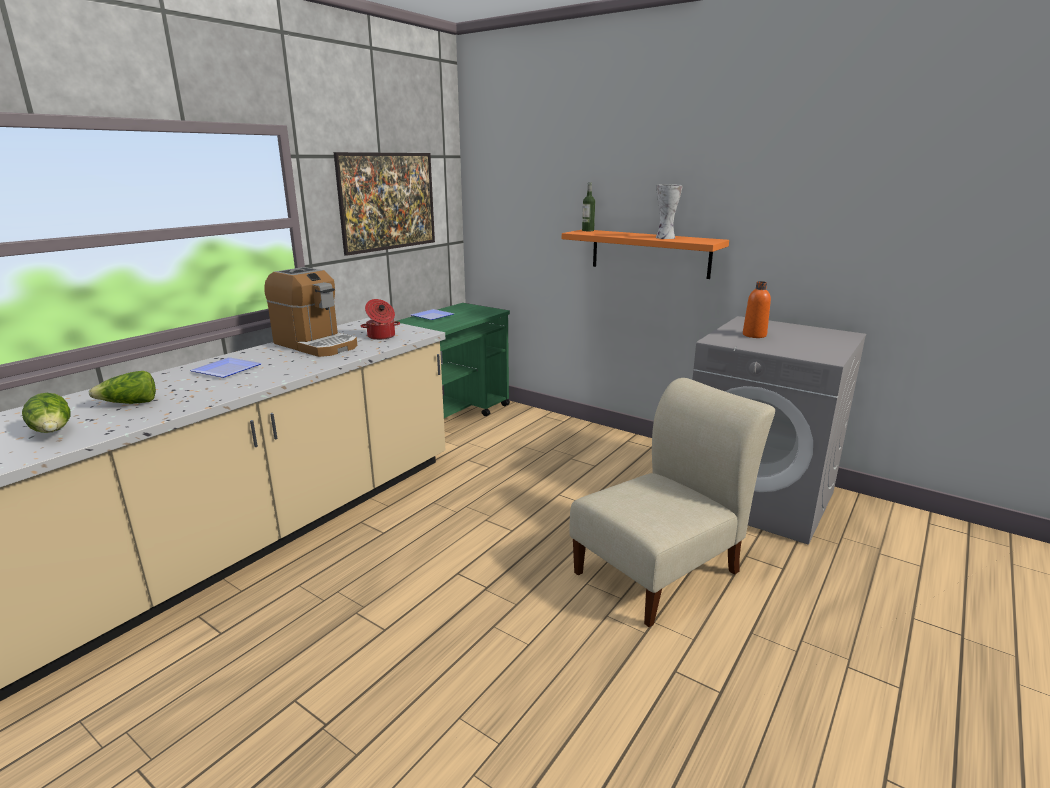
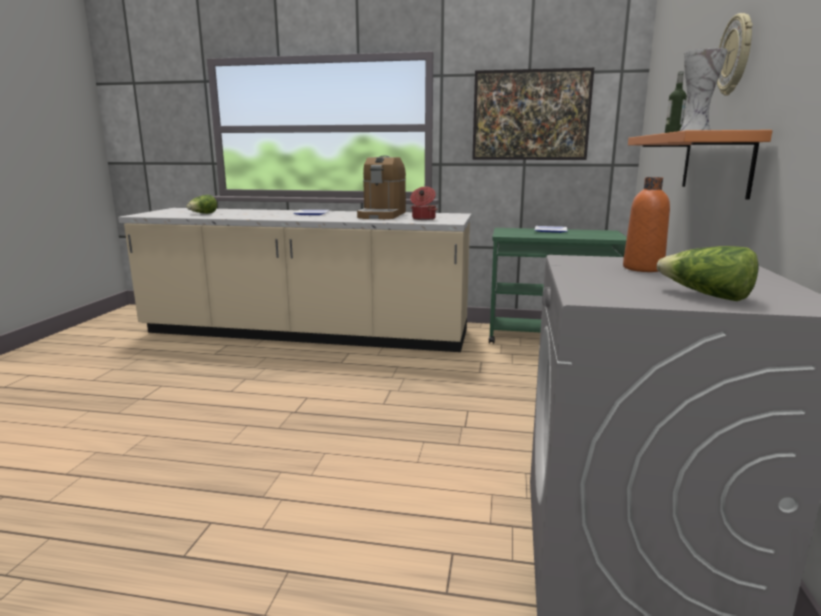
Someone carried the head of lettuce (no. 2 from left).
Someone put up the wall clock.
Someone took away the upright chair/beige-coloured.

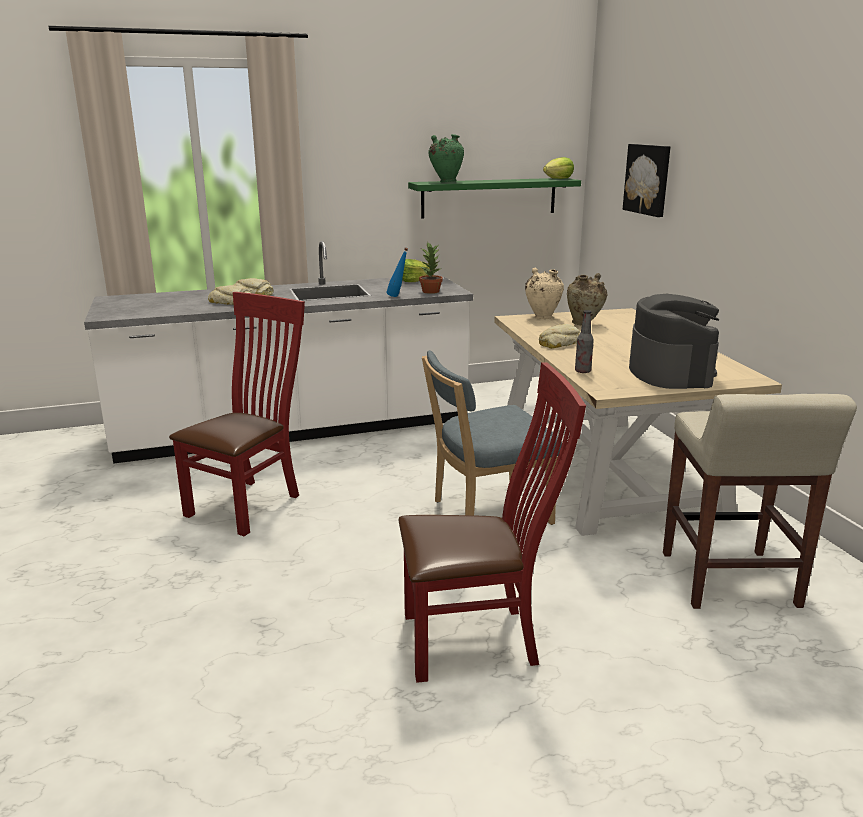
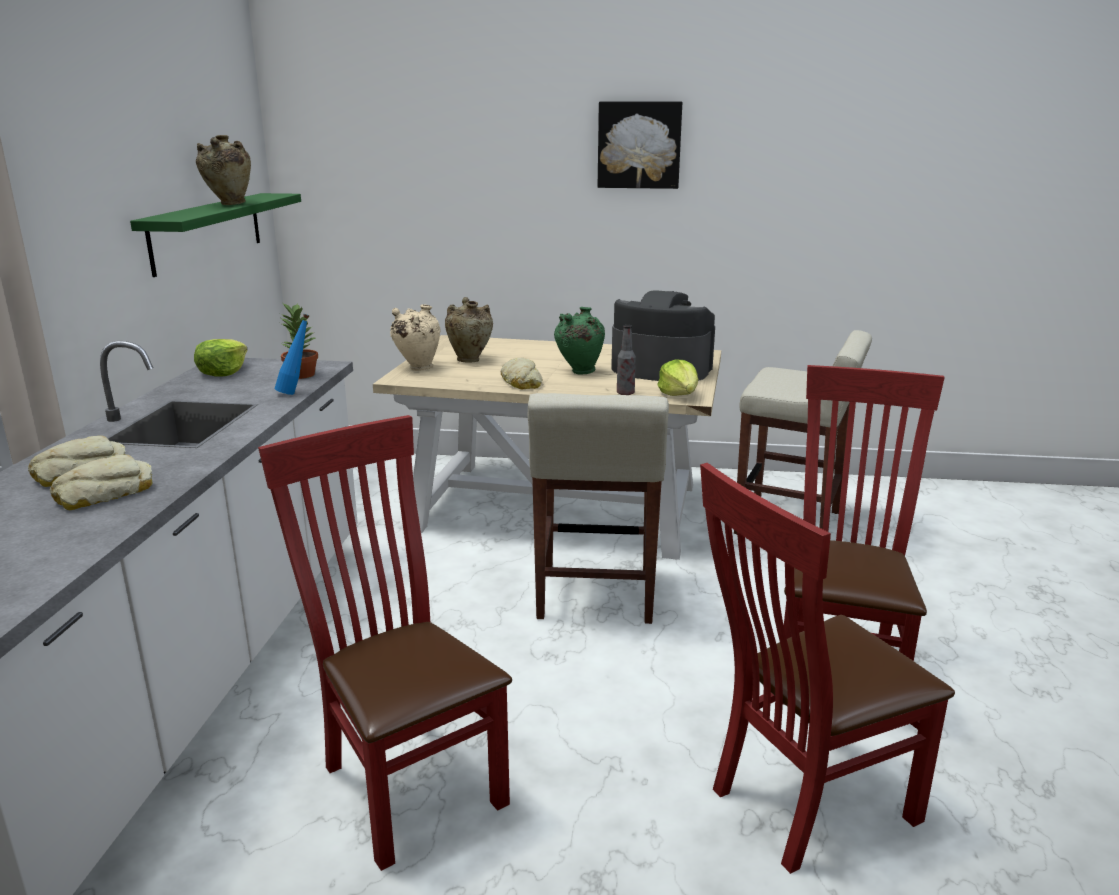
Someone put down the decorative vase/beige-coloured (no. 1 from left).
Someone swapped the upright chair/blue for the stool/beige-coloured (no. 1 from left).
Someone carried the decorative vase/greenish.
Someone carried the wall picture.
Someone carried the head of lettuce (no. 2 from left).
Someone put down the upright chair/red-coloured (no. 2 from left).

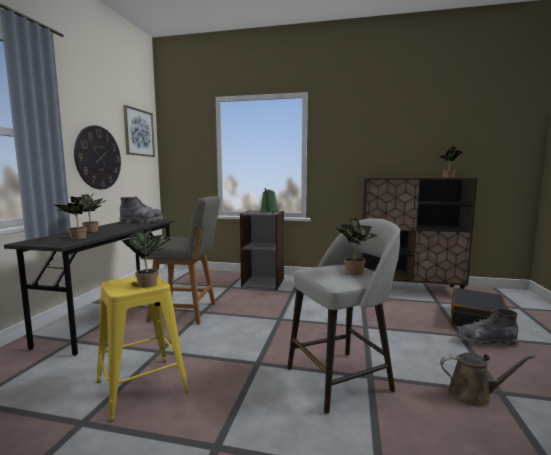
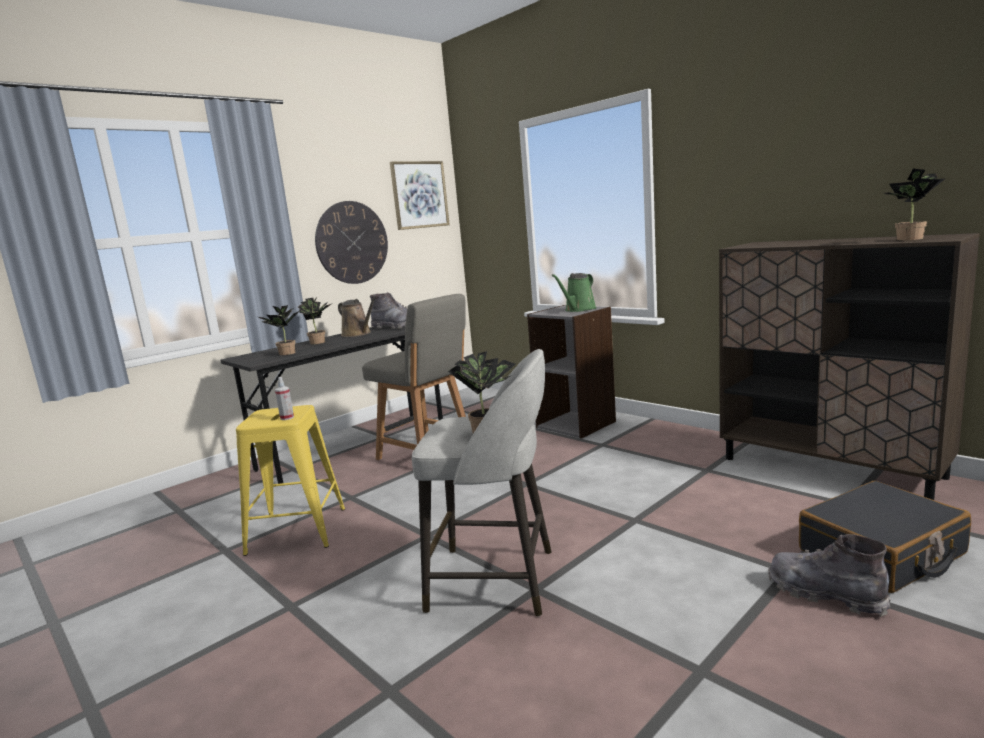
Someone swapped the potted plant (no. 3 from left) for the spray bottle.
Someone carried the watering pot/brownish.

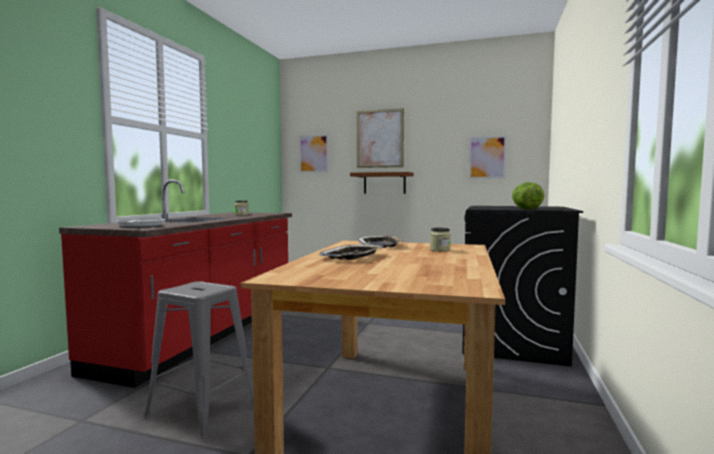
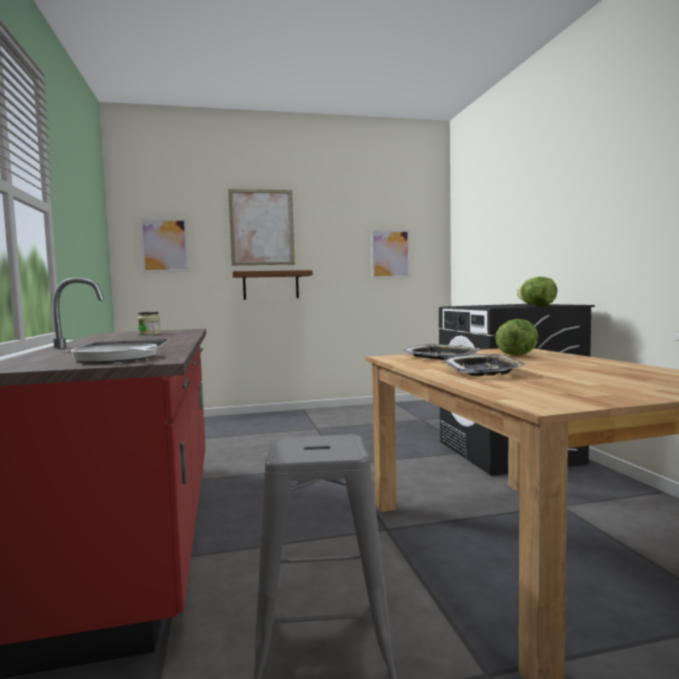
Someone swapped the jar (no. 2 from left) for the head of lettuce (no. 1 from left).

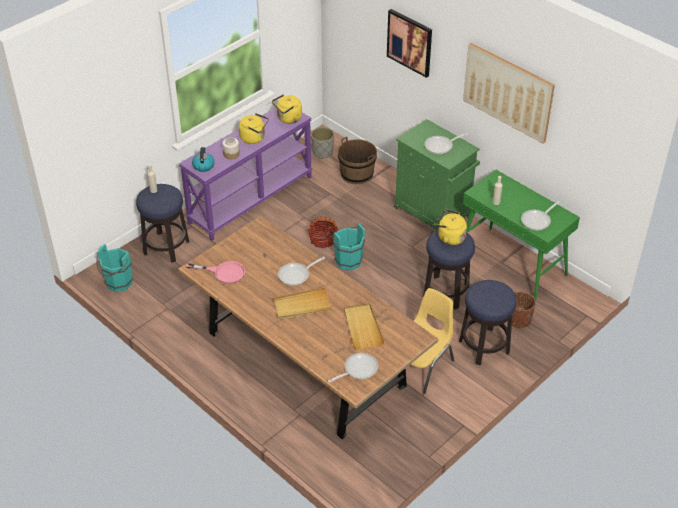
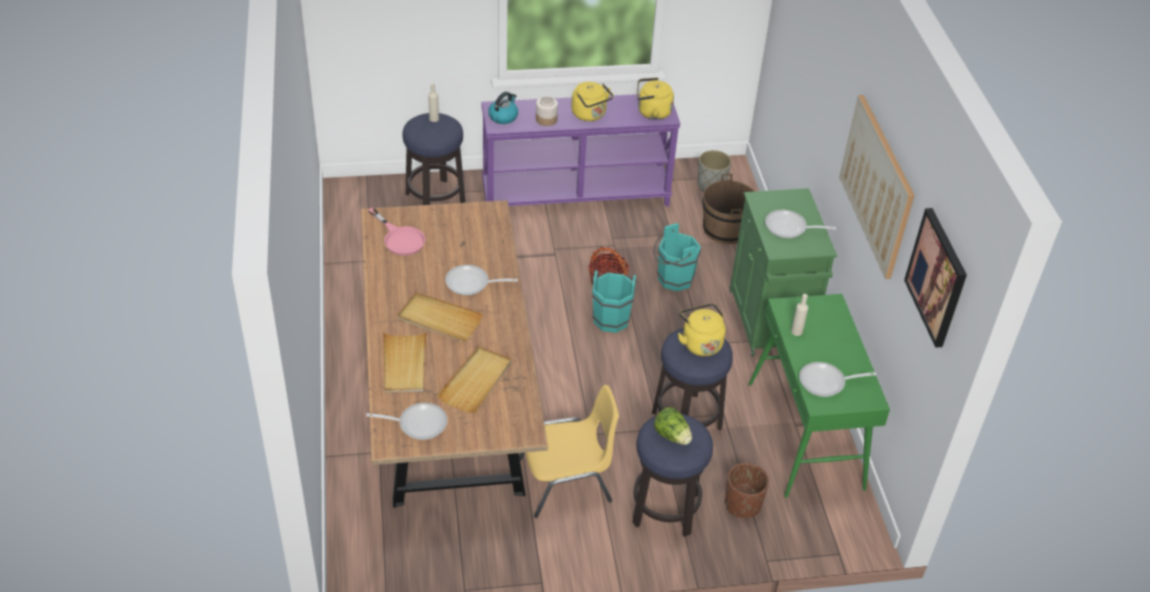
Someone put down the serving tray/beige-coloured (no. 1 from left).
Someone carried the water bucket/turquoise (no. 1 from left in the first image).
Someone put down the head of lettuce.
Someone carried the wall picture (no. 1 from left in the first image).

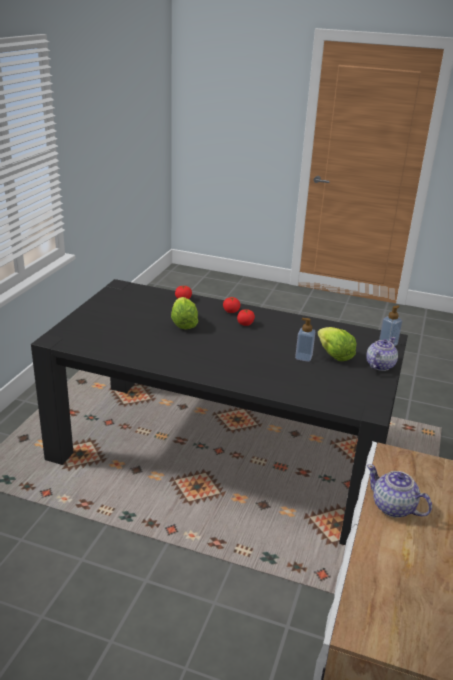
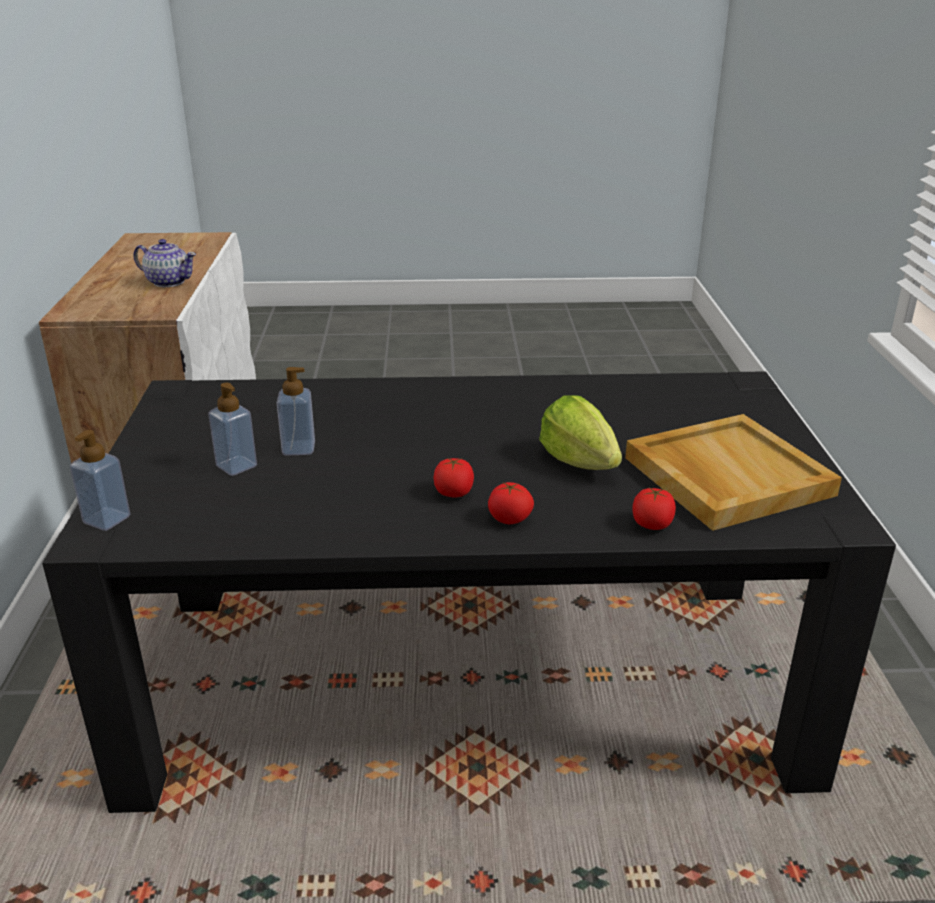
Someone swapped the head of lettuce (no. 2 from left) for the soap dispenser (no. 2 from left).
Someone put down the serving tray/beige-coloured.
Someone took away the pot for tea (no. 1 from left).

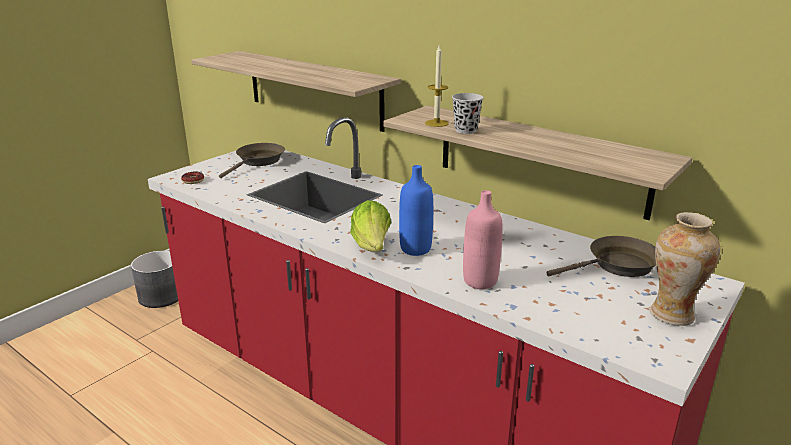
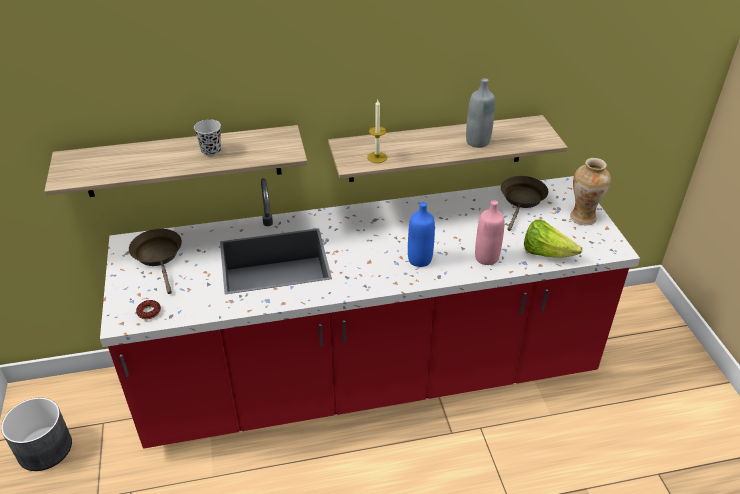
Someone carried the drinking cup/black-coloured.
Someone put down the beverage bottle/gray.
Someone carried the head of lettuce.

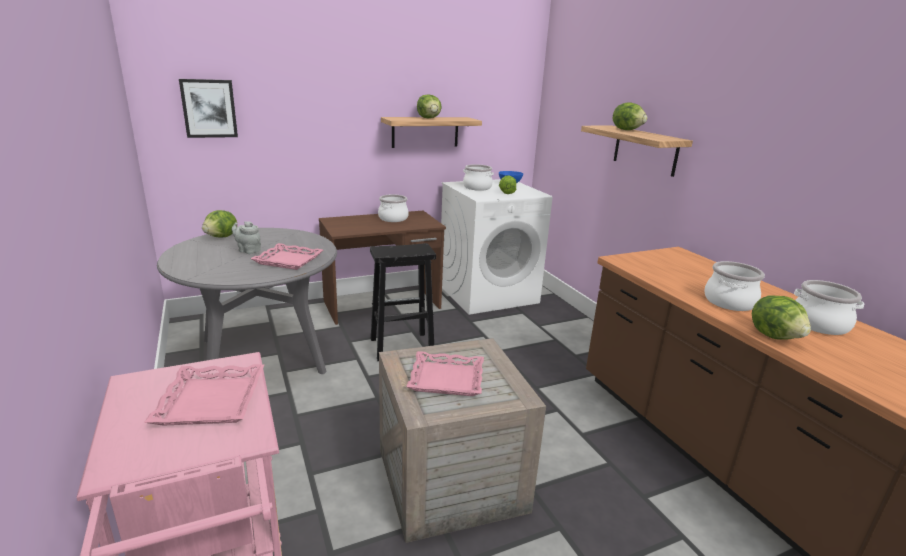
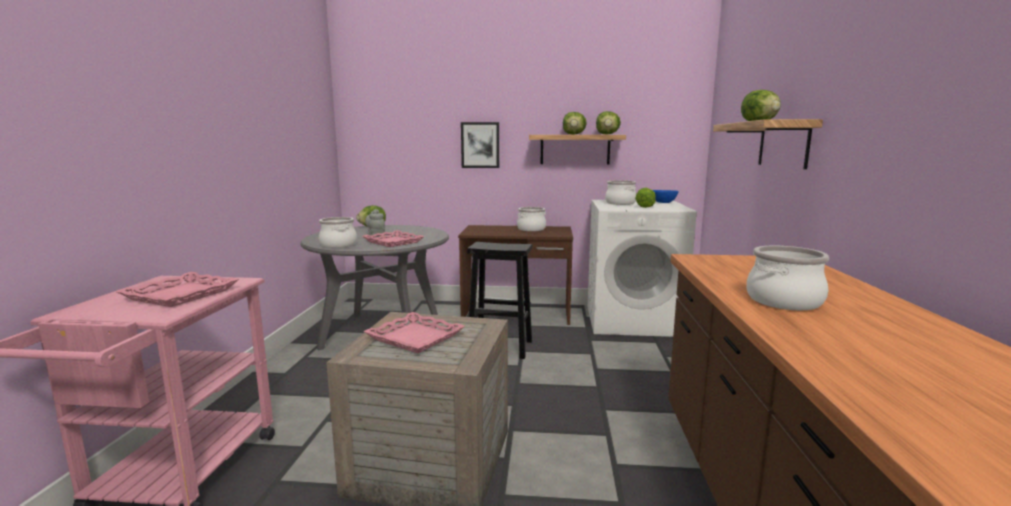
Someone carried the saucepot (no. 4 from left in the first image).
Someone carried the wall picture.
Someone carried the head of lettuce (no. 5 from left in the first image).

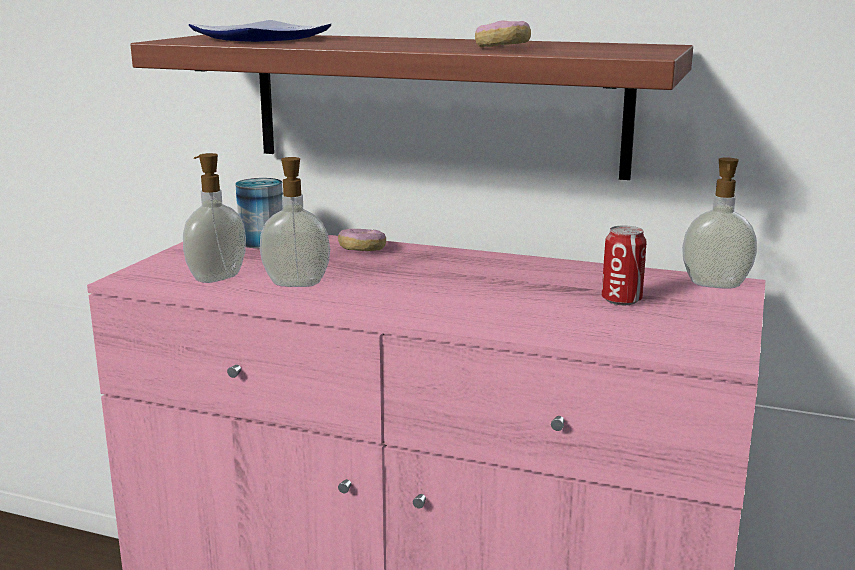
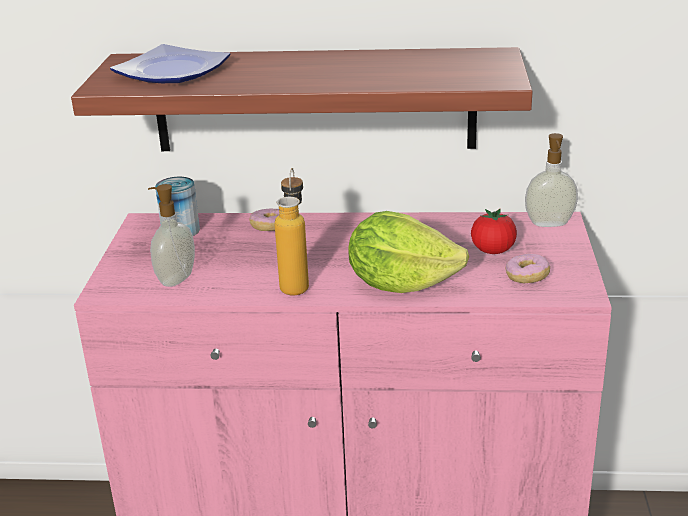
Someone put down the beverage bottle.
Someone put down the head of lettuce.
Someone swapped the sealed can (no. 2 from left) for the tomato.
Someone carried the donut (no. 2 from left).
Someone took away the soap dispenser (no. 2 from left).

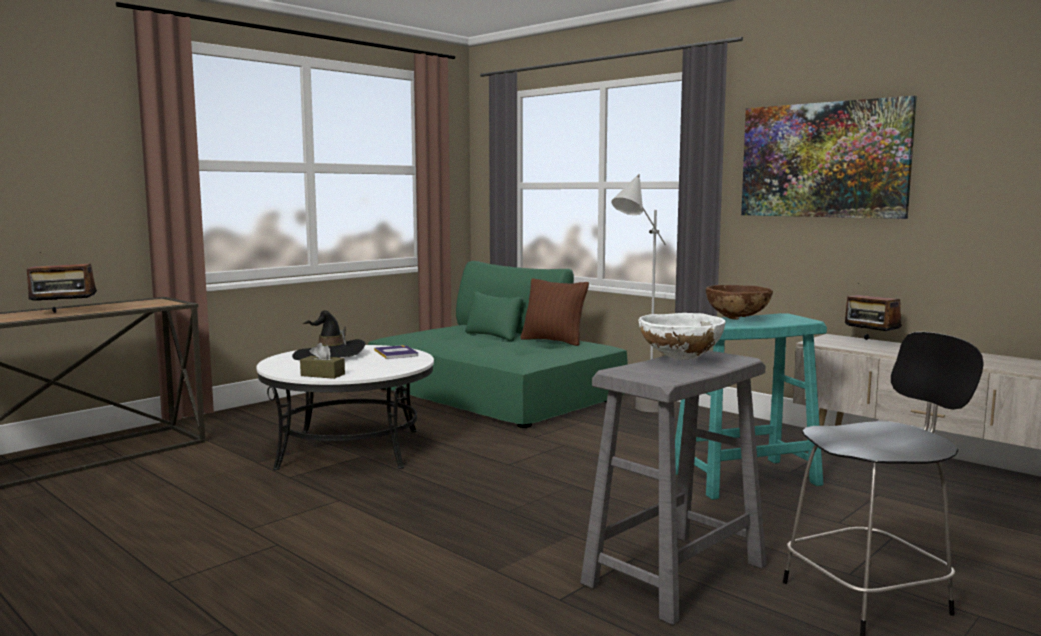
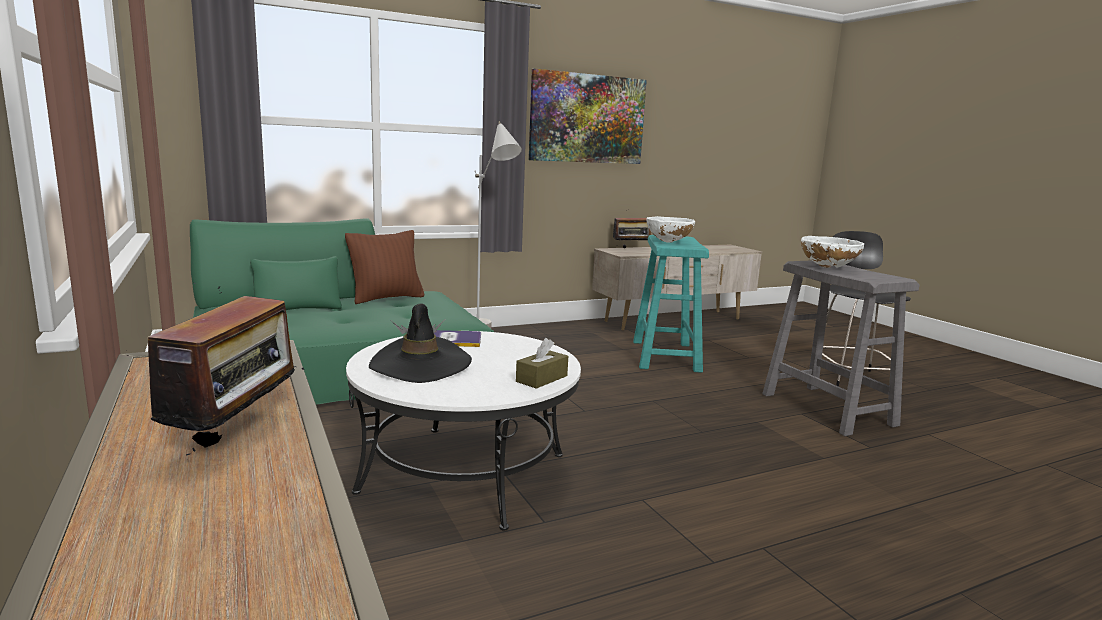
Someone repainted the deep dish/brownish, which became the deep dish/white-coloured (no. 1 from left).

